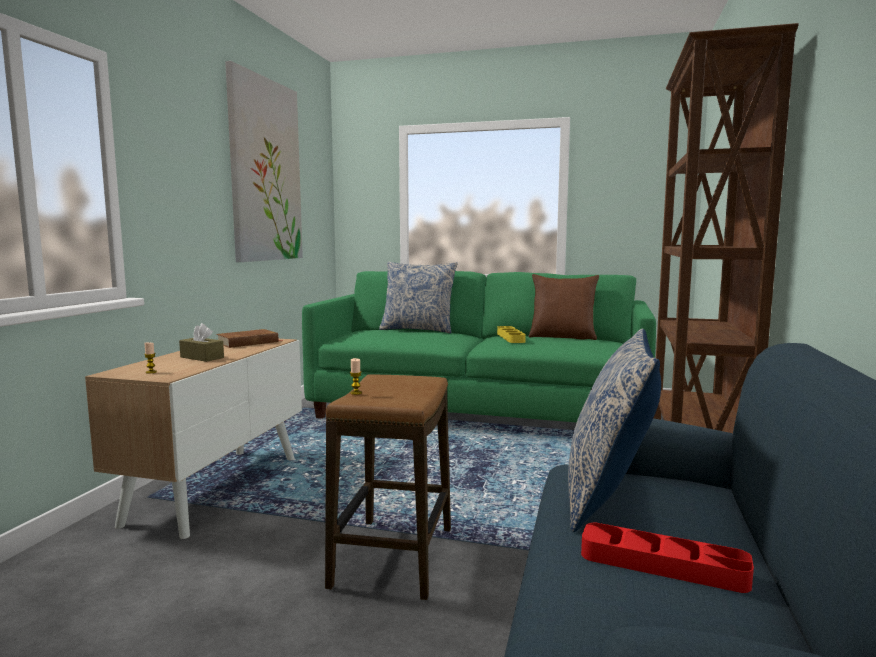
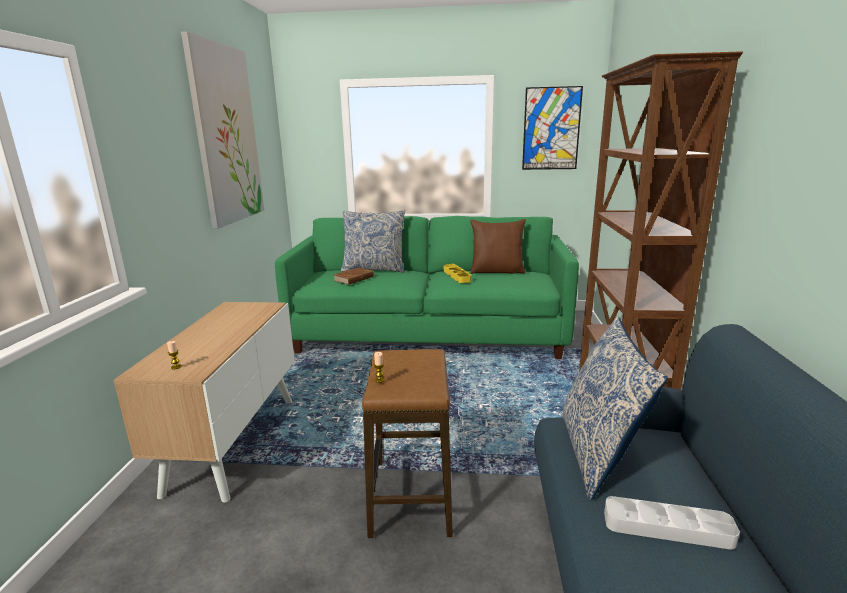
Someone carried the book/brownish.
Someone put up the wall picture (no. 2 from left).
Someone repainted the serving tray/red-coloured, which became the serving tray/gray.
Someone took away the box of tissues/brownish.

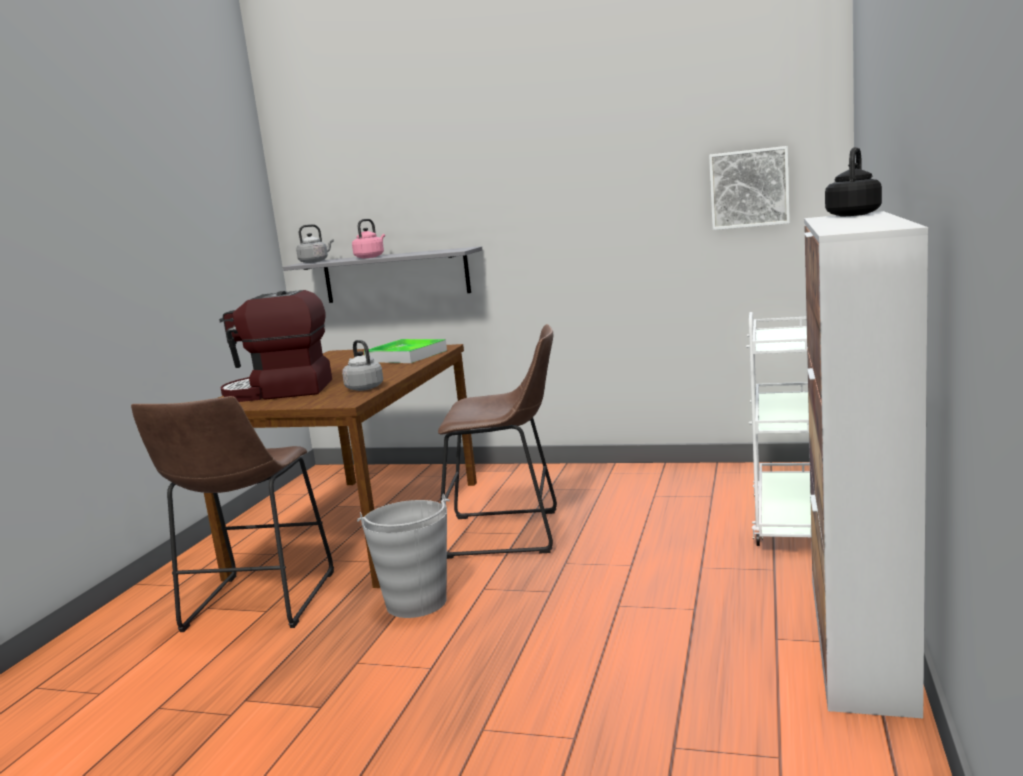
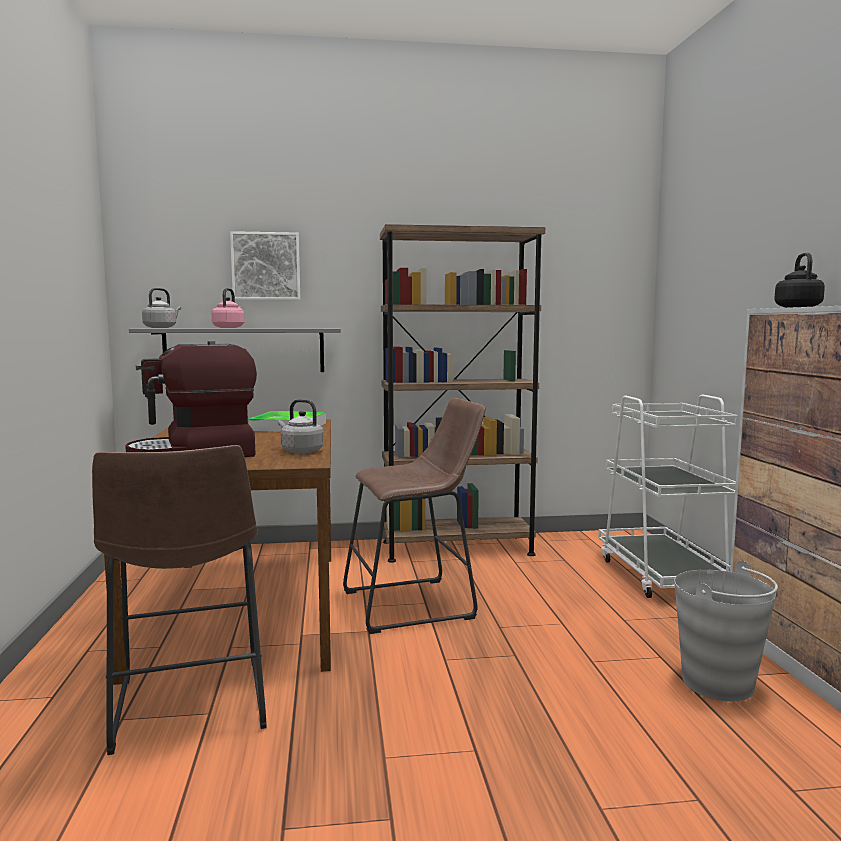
Someone carried the wall picture.
Someone put down the bookshelf/brownish.
Someone carried the water bucket/gray.

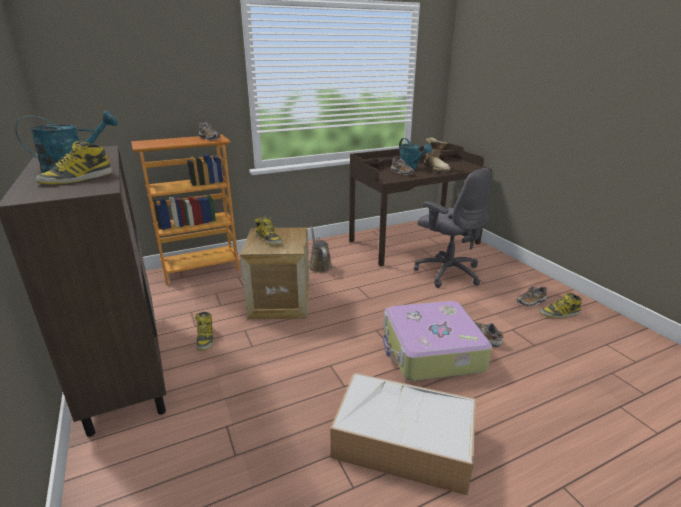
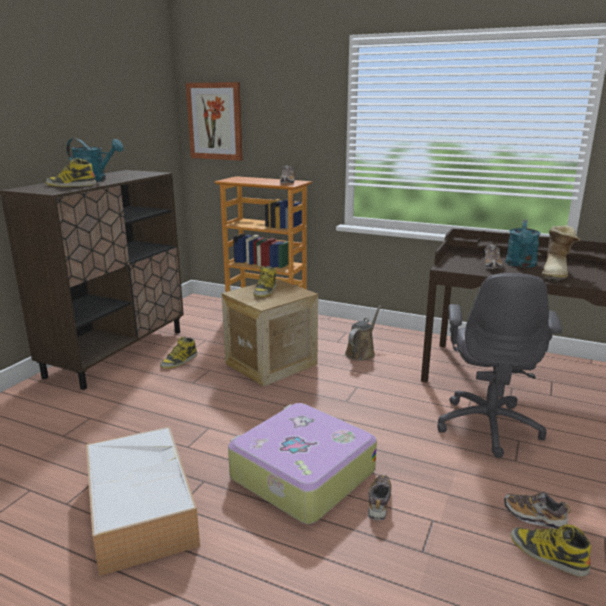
Someone put up the wall picture.

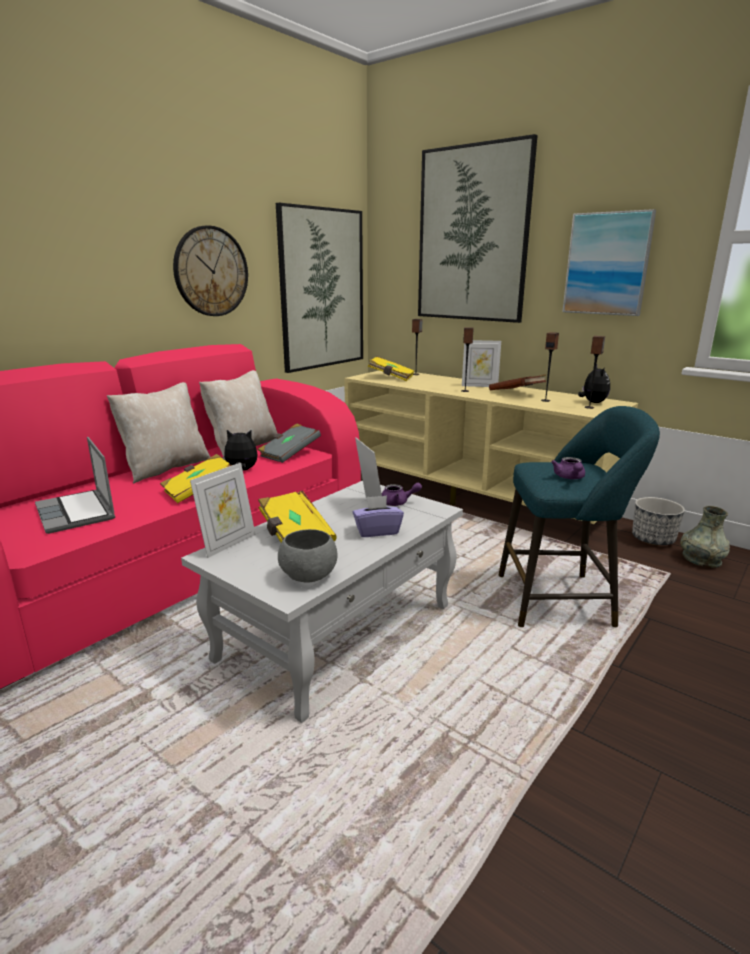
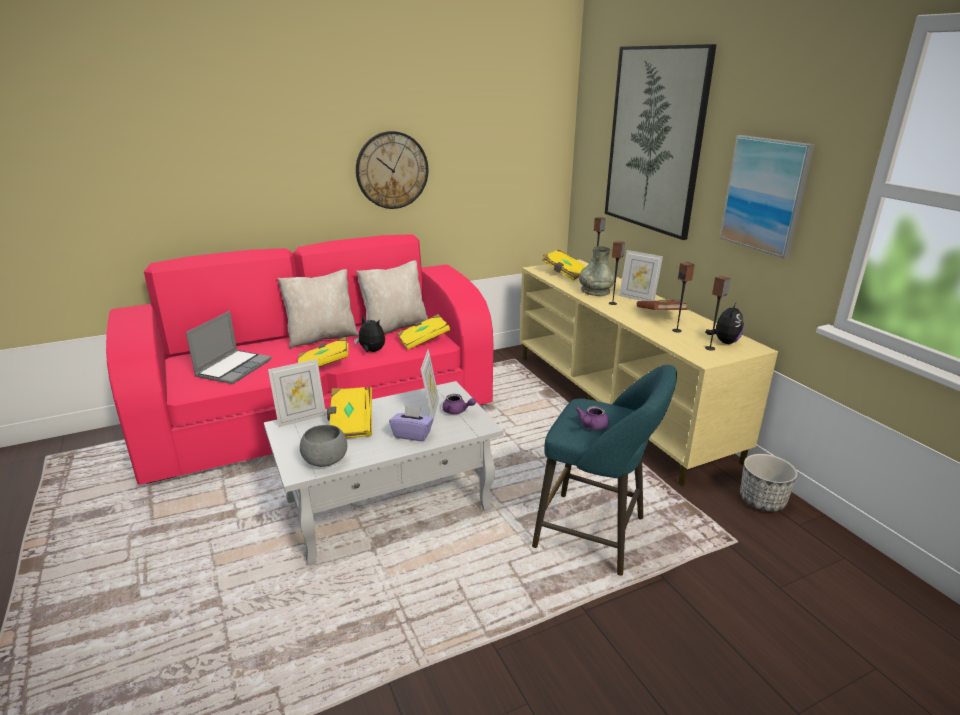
Someone rotated the laptop by 150 degrees counterclockwise.
Someone repainted the book/gray, which became the book/yellow (no. 3 from left).
Someone carried the decorative vase/gray.
Someone took away the wall picture (no. 1 from left).

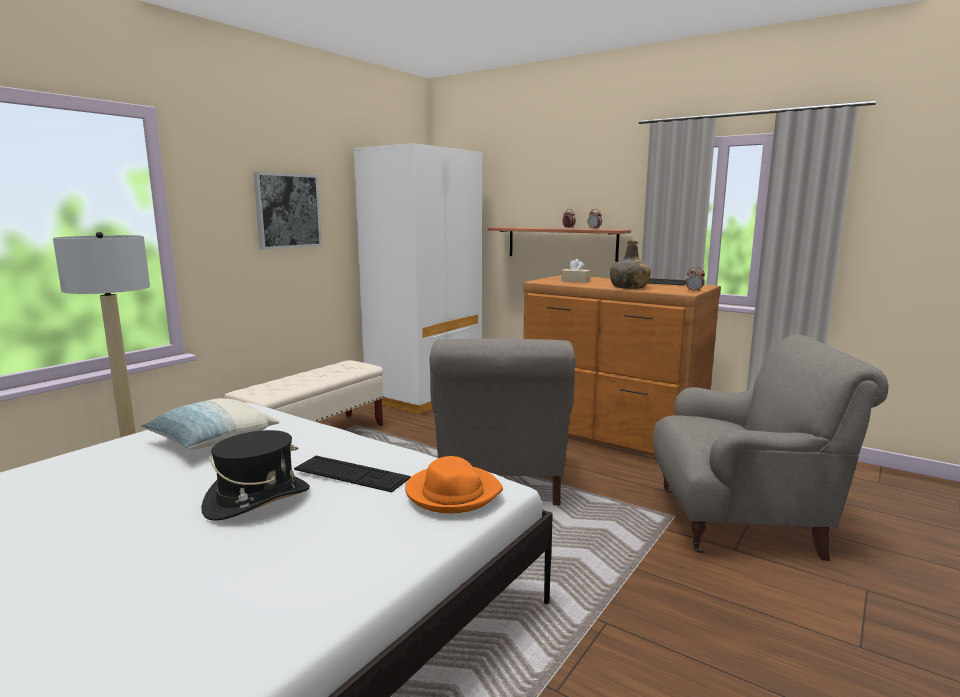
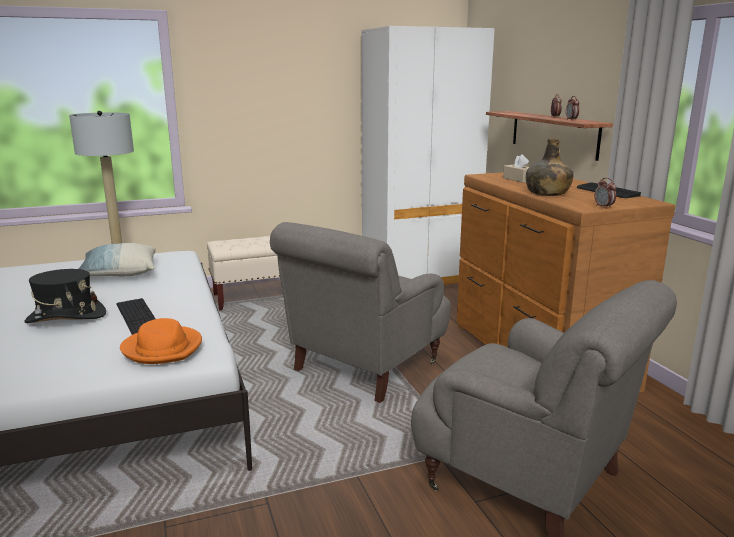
Someone took away the wall picture.

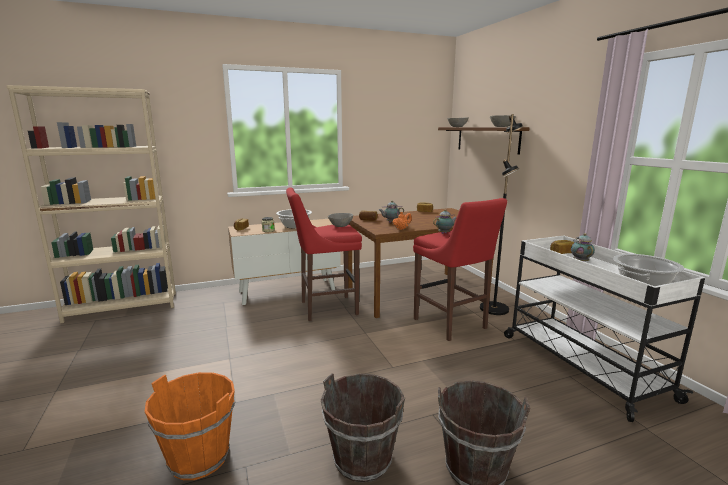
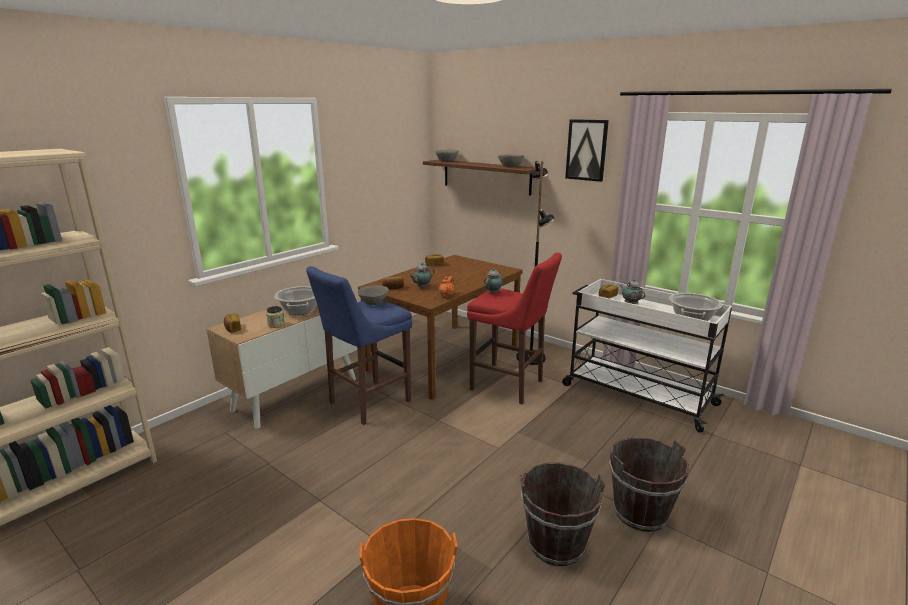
Someone repainted the stool/red-coloured (no. 1 from left), which became the stool/blue.
Someone put up the wall picture.

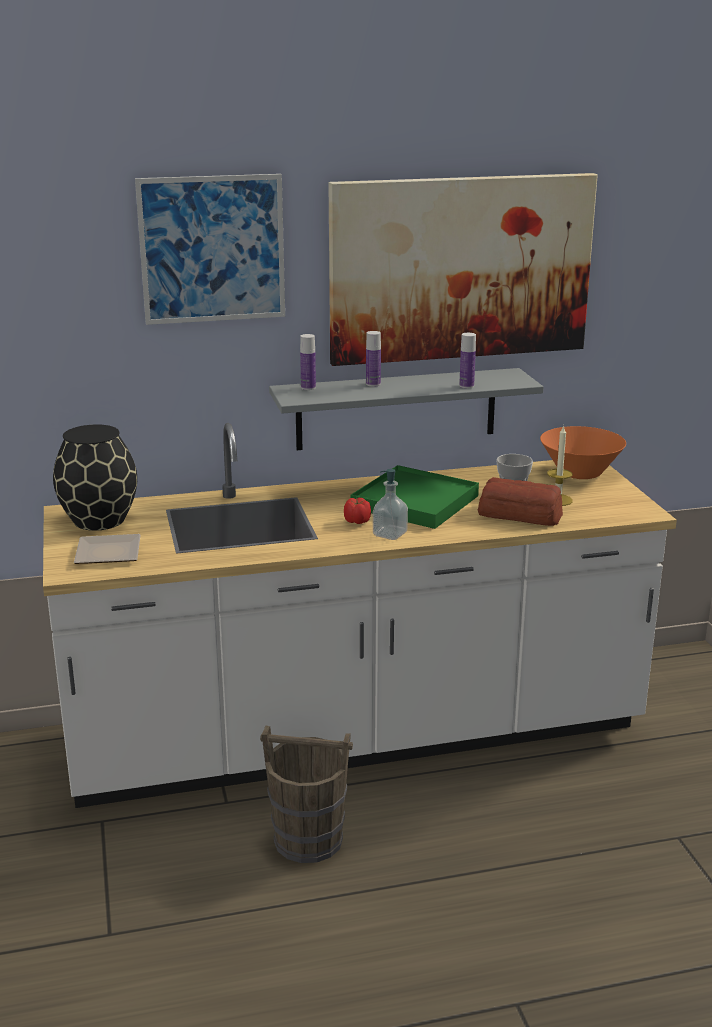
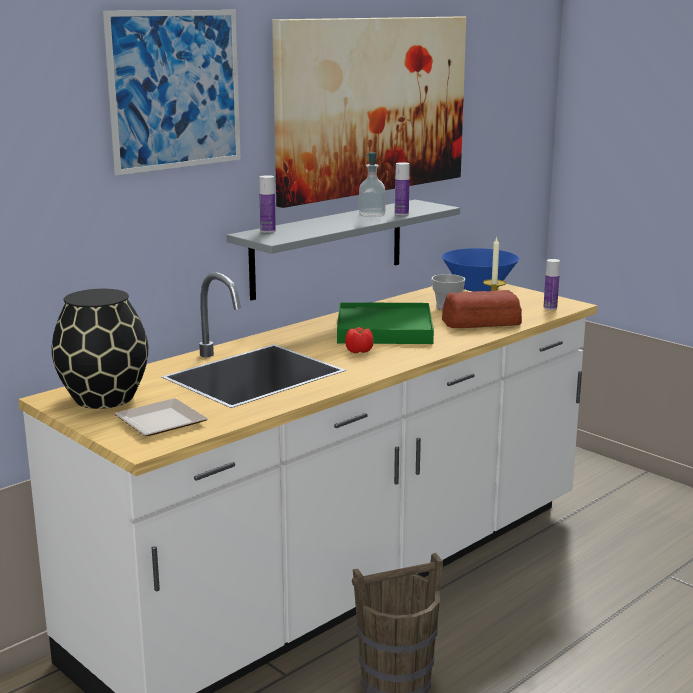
Someone carried the soap dispenser.
Someone repainted the deep dish/orange, which became the deep dish/blue.
Someone carried the beverage bottle (no. 2 from left in the first image).

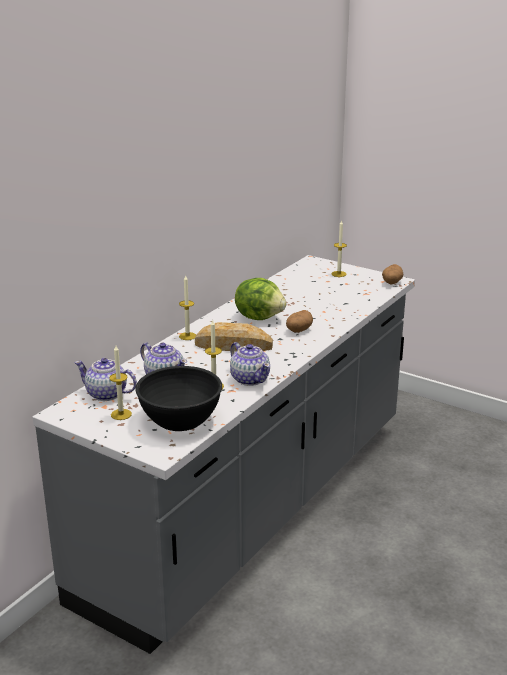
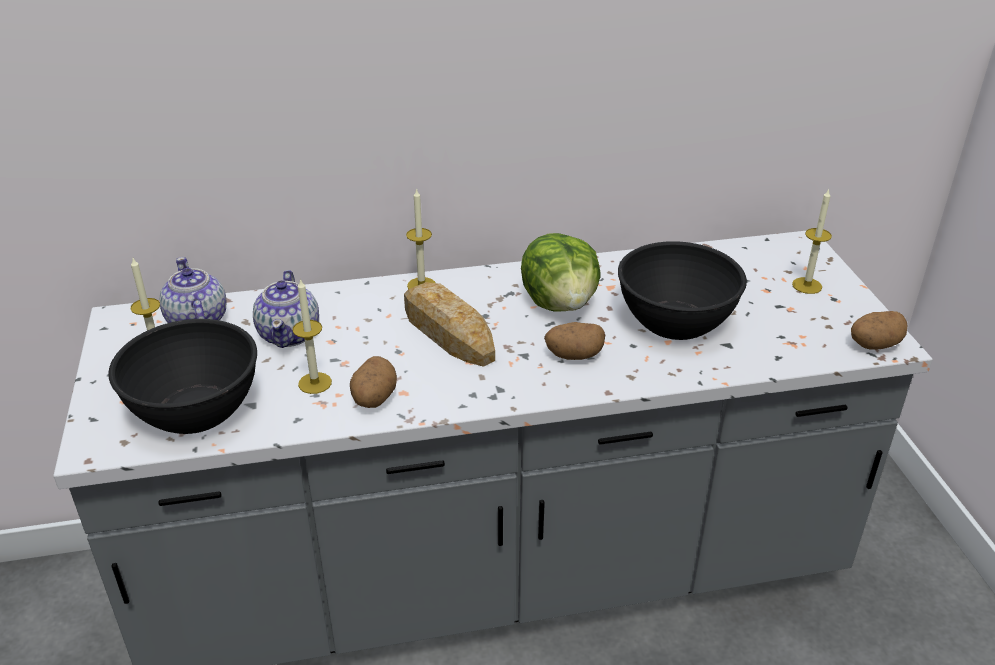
Someone swapped the pot for tea (no. 3 from left) for the spud (no. 1 from left).
Someone put down the deep dish/black-coloured (no. 2 from left).

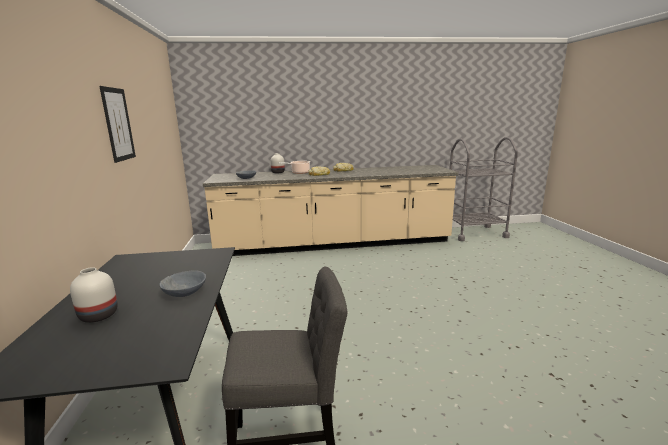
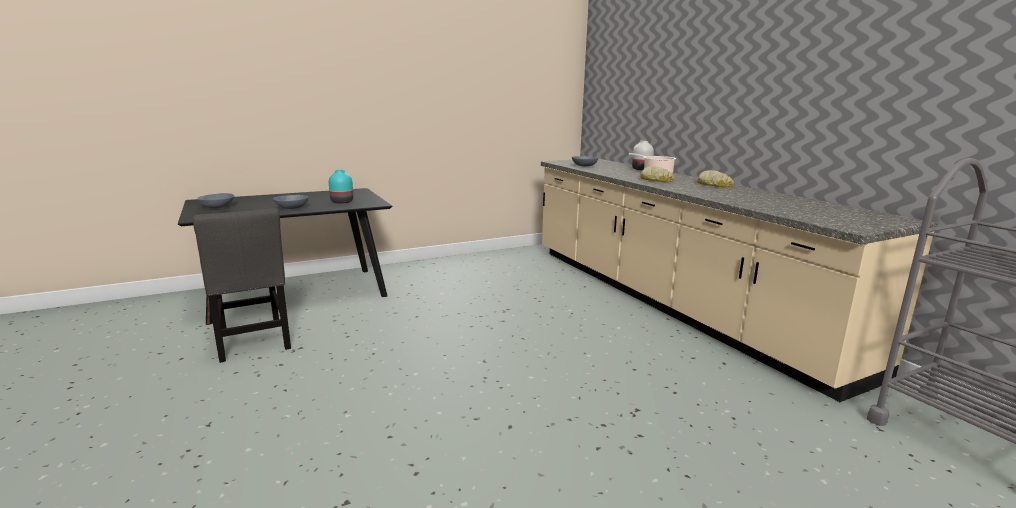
Someone put down the deep dish/gray (no. 1 from left).
Someone put down the decorative vase/turquoise.
Someone took away the decorative vase/white-coloured (no. 1 from left).
Someone took away the wall picture.

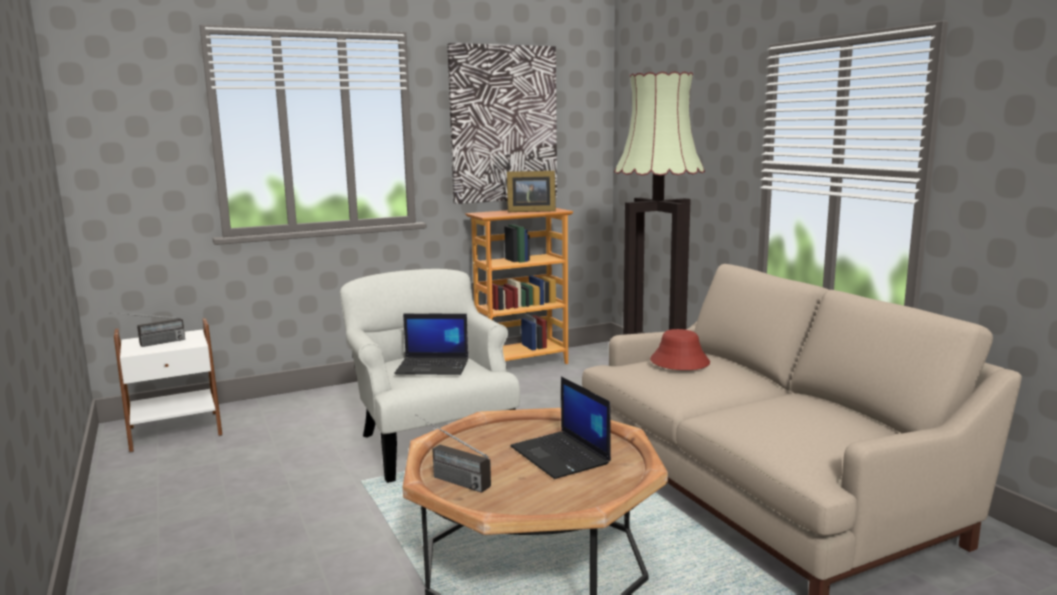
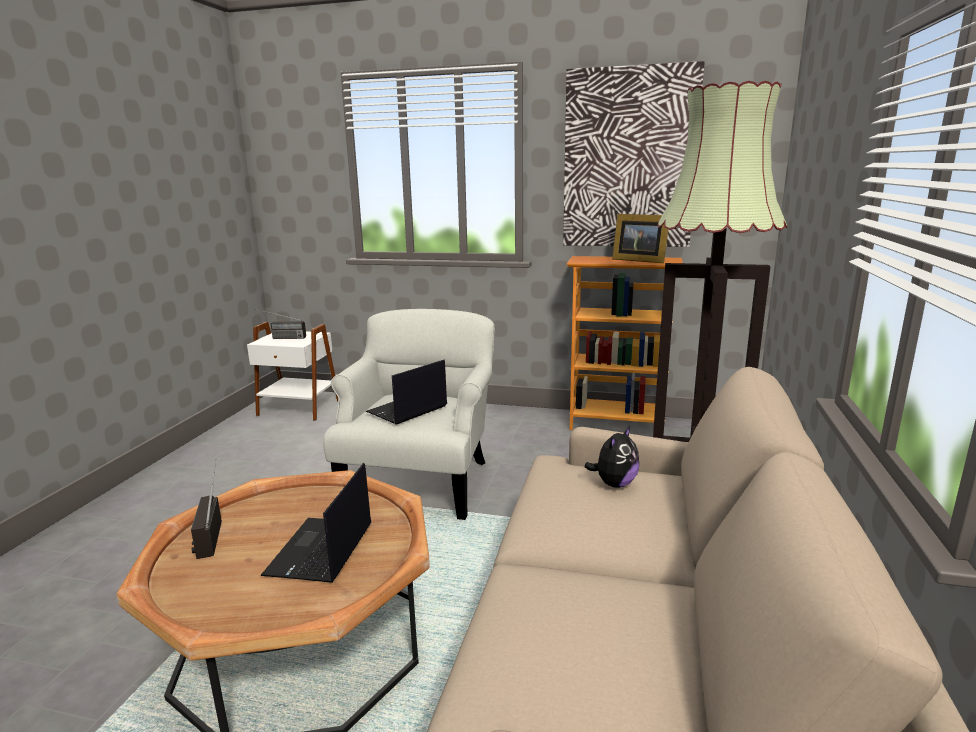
Someone rotated the laptop (no. 1 from left in the first image) by 90 degrees clockwise.
Someone swapped the clothing hat/red-coloured for the soft toy.

